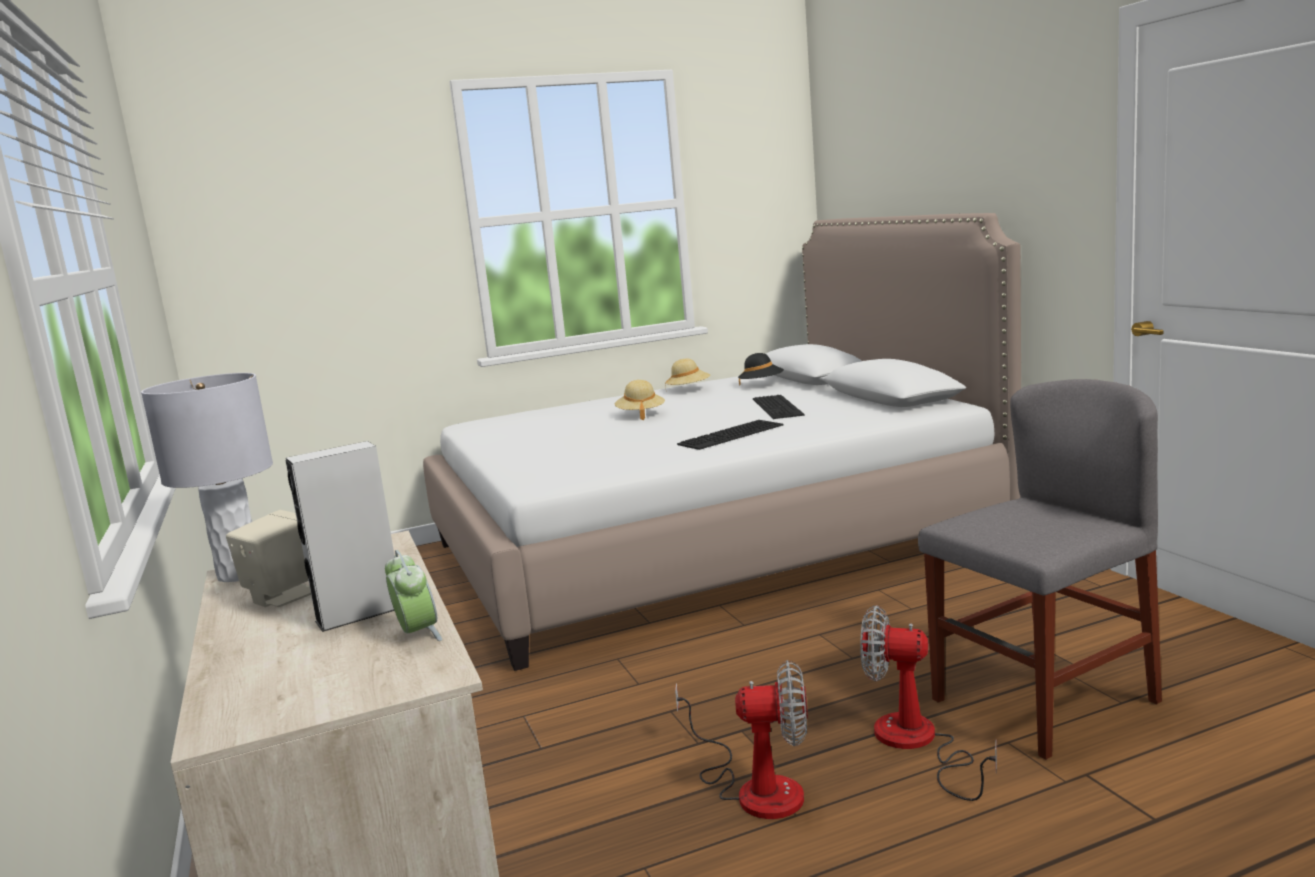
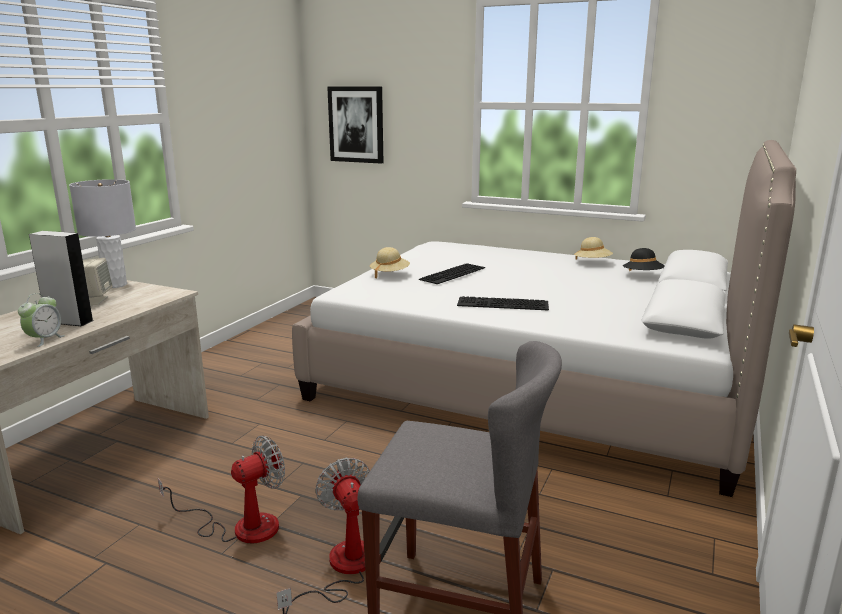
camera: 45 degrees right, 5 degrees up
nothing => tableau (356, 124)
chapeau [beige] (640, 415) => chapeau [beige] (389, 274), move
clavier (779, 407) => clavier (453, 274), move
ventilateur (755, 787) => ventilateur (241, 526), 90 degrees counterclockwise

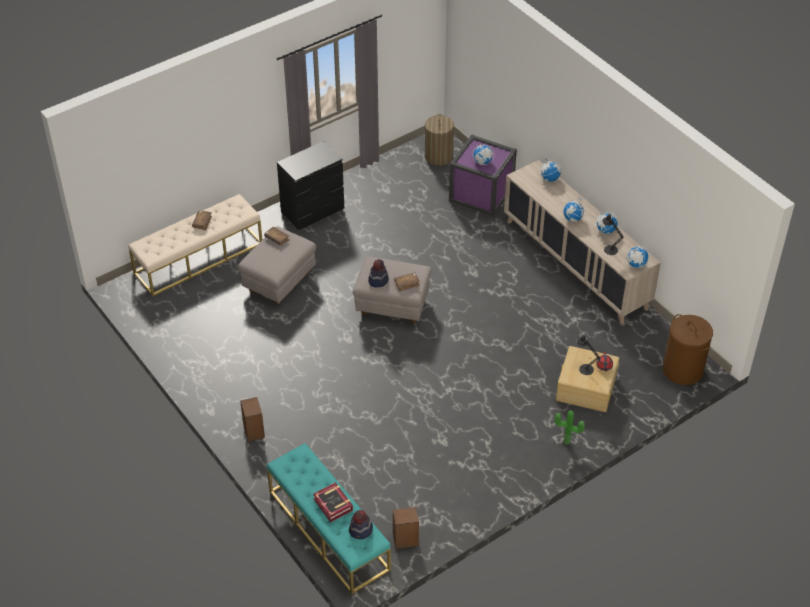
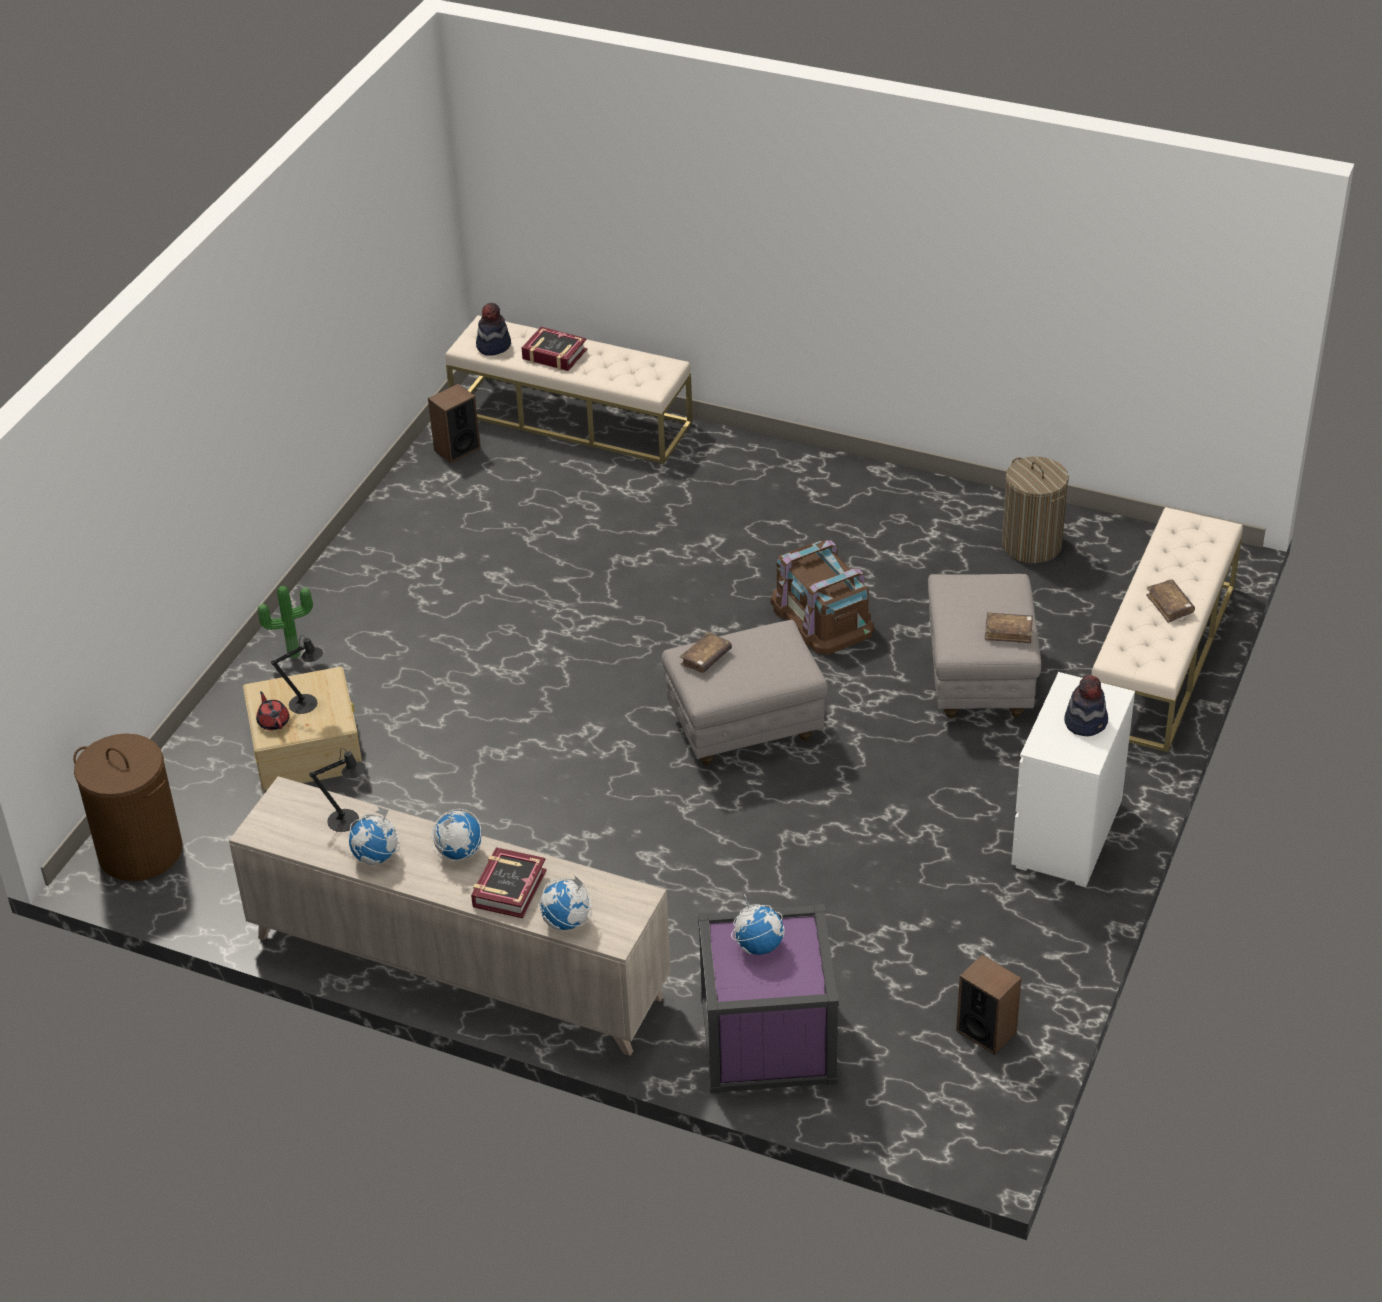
camera: 150 degrees right, 5 degrees down
globe (636, 265) => nothing
nothing => livre (508, 888)
nothing => boîte de rangement [marron] (822, 616)
enceinte (253, 431) => enceinte (986, 1031), move
chapeau (378, 280) => chapeau (1086, 722), move
panier à linge (438, 156) => panier à linge (1032, 545), move
banc [turquoise] (328, 530) => banc [beige] (572, 418)
commode [noir] (313, 210) => commode [blanc] (1066, 835)

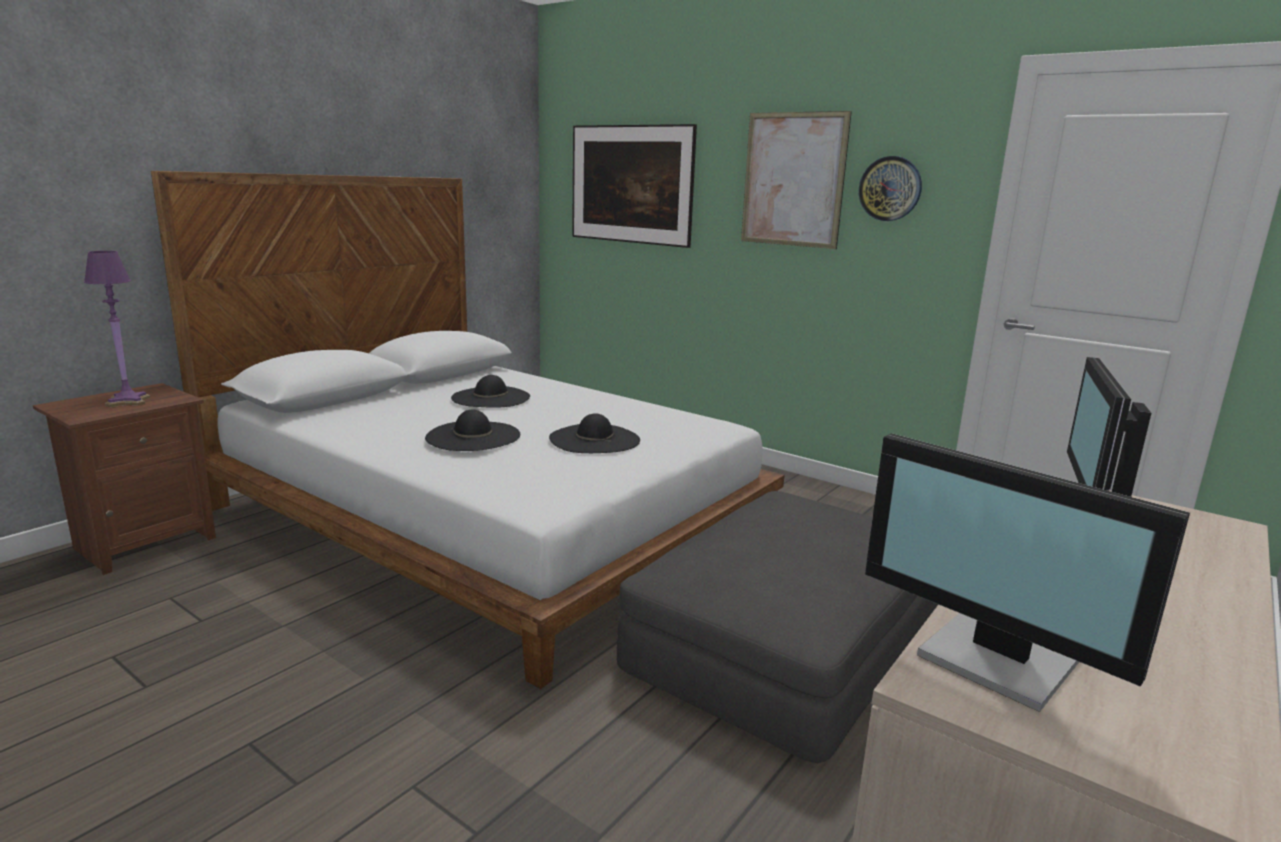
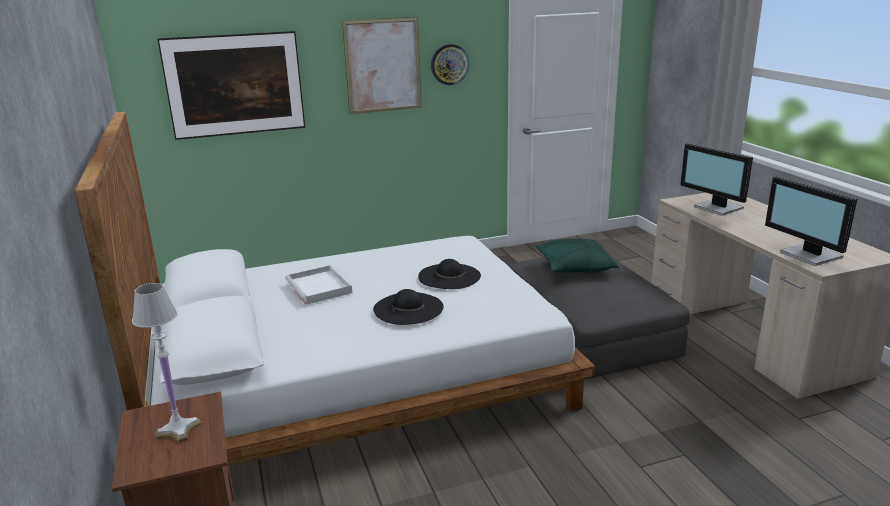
camera: 55 degrees left, 5 degrees up
nothing => coussin [vert] (574, 268)
chapeau [noir] (491, 397) => plateau [blanc] (320, 288)
lampe de table [violet] (128, 401) => lampe de table [blanc] (178, 429)
écran d'ordinateur (998, 661) => écran d'ordinateur (810, 255), 75 degrees clockwise

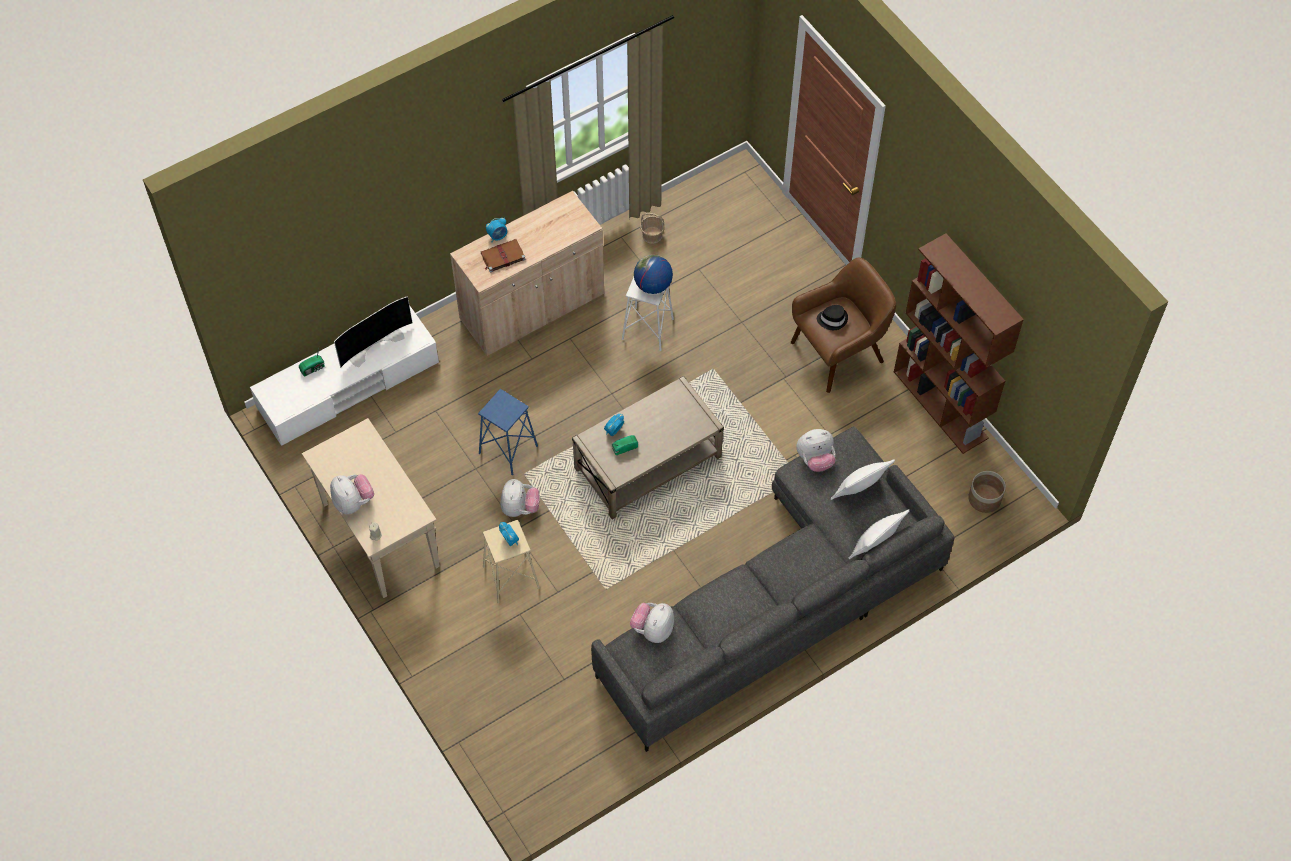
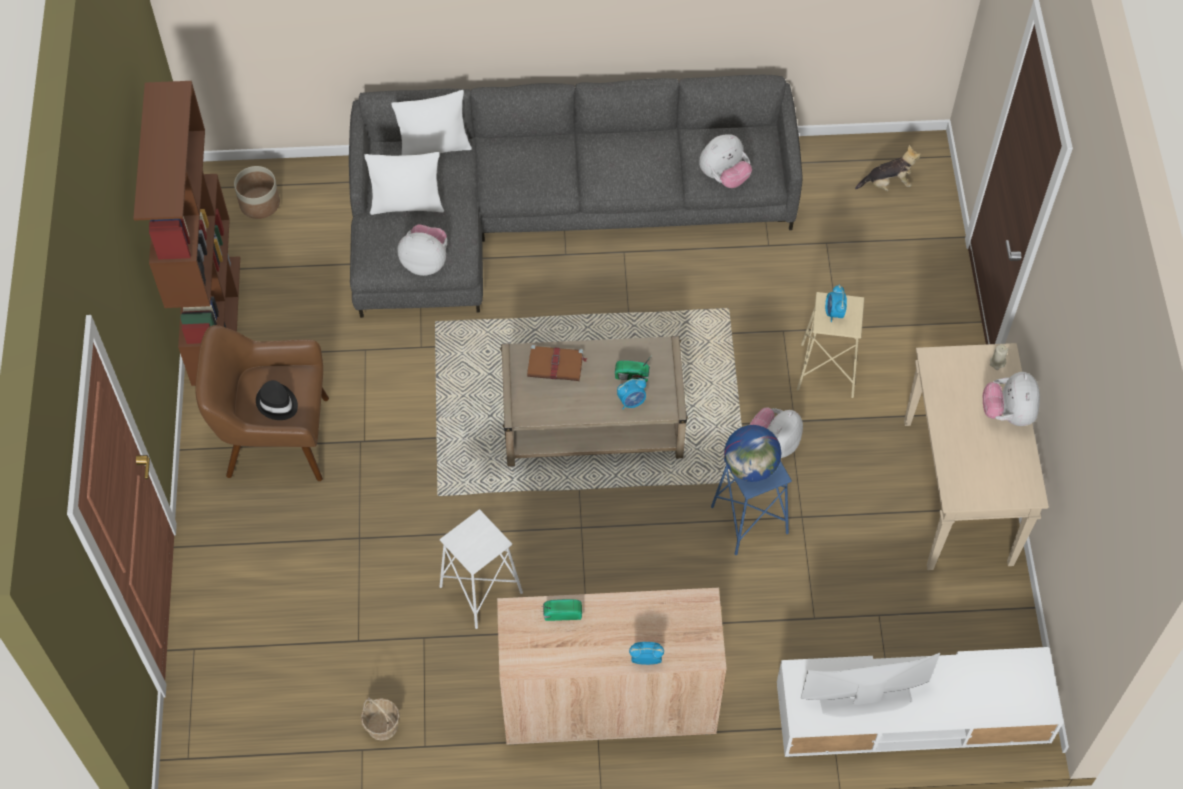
camera: 150 degrees left, 0 degrees up
nothing => peluche (887, 184)
radio (313, 368) => radio (561, 613), move
livre [marron] (502, 257) => livre [marron] (556, 365), move
globe (652, 285) => globe (751, 467), move

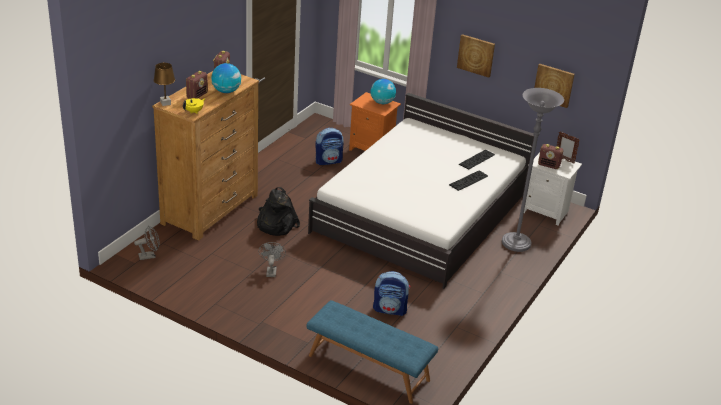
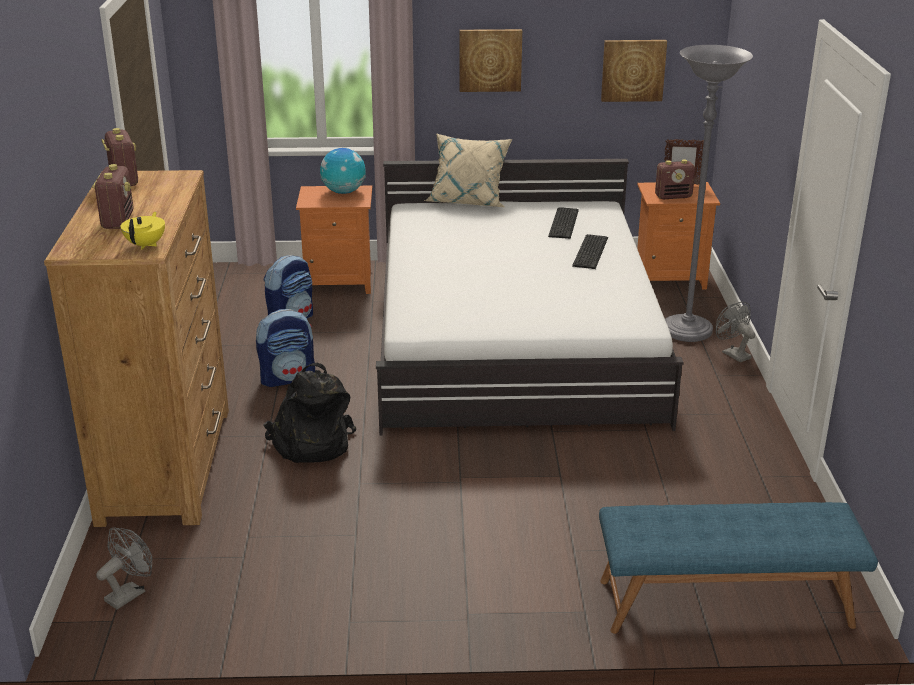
camera: 30 degrees left, 5 degrees down
lampe de table [marron] (165, 103) => nothing
globe (226, 91) => nothing
nothing => coussin [beige] (468, 200)
ventilateur [gris] (271, 270) => ventilateur [gris] (732, 354), move
sac à dos (390, 309) => sac à dos (288, 378), move
table de chevet [blanc] (546, 211) => table de chevet [orange] (669, 278)

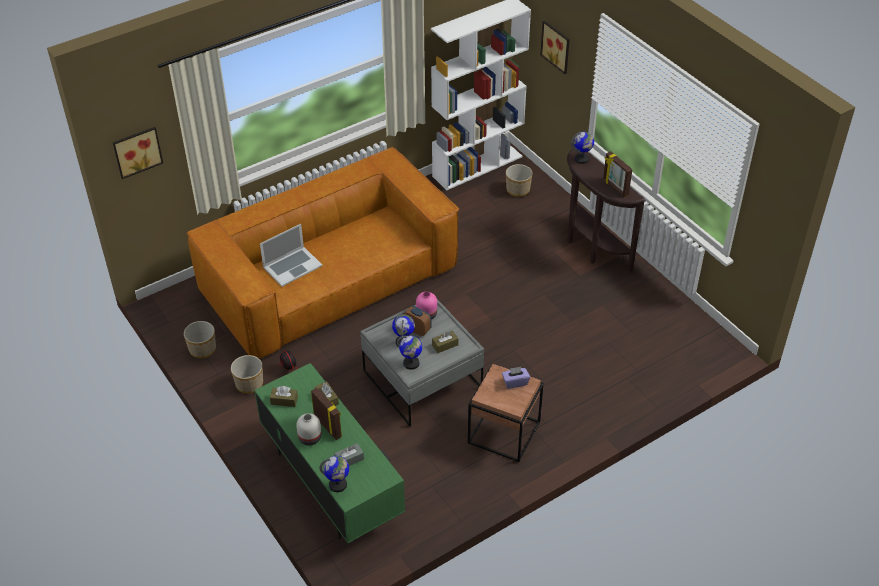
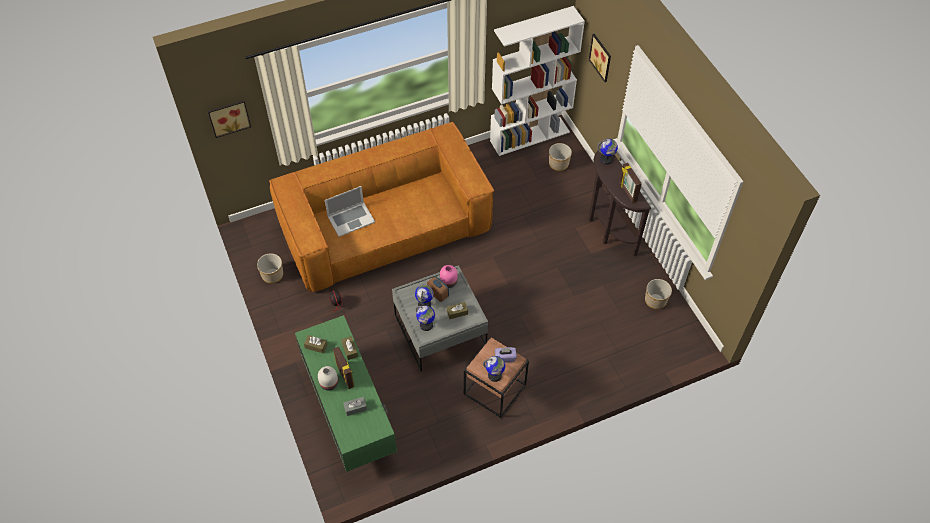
camera: 10 degrees right, 10 degrees up
cache-pot (249, 384) => cache-pot (655, 300), move
globe (338, 485) => globe (495, 375), move

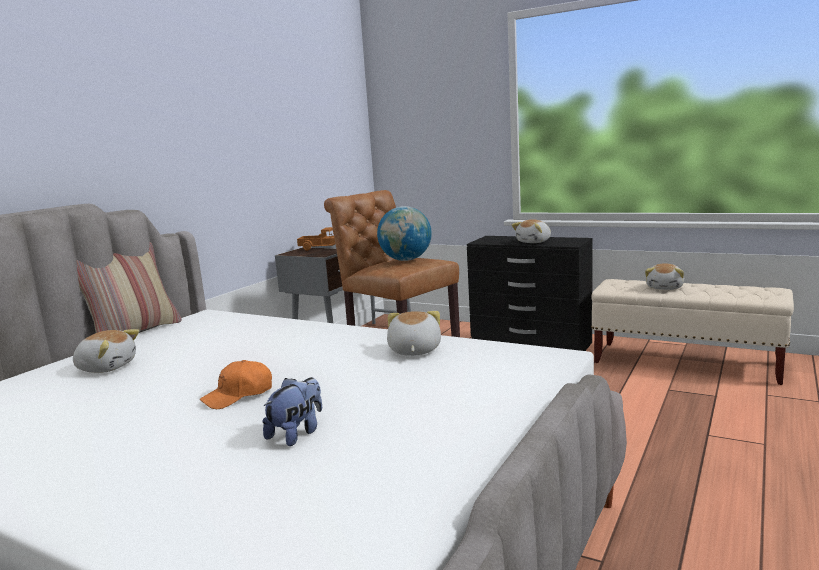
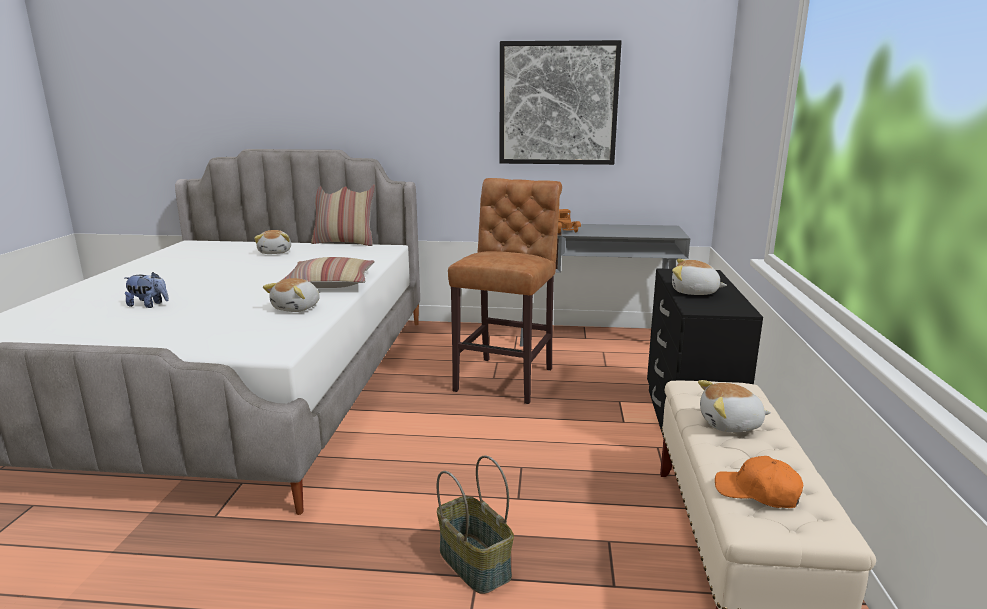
camera: 65 degrees right, 5 degrees up
globe (406, 260) => nothing
nothing => coussin (330, 283)
nothing => panier (476, 563)
nothing => tableau (558, 104)
casquette [orange] (238, 395) => casquette [orange] (757, 493), move
peluche (413, 351) => peluche (297, 308), 135 degrees clockwise

